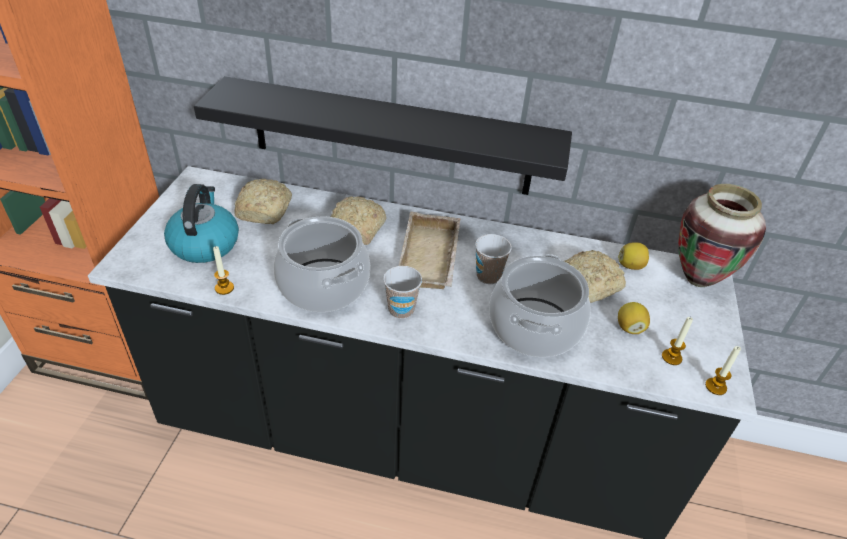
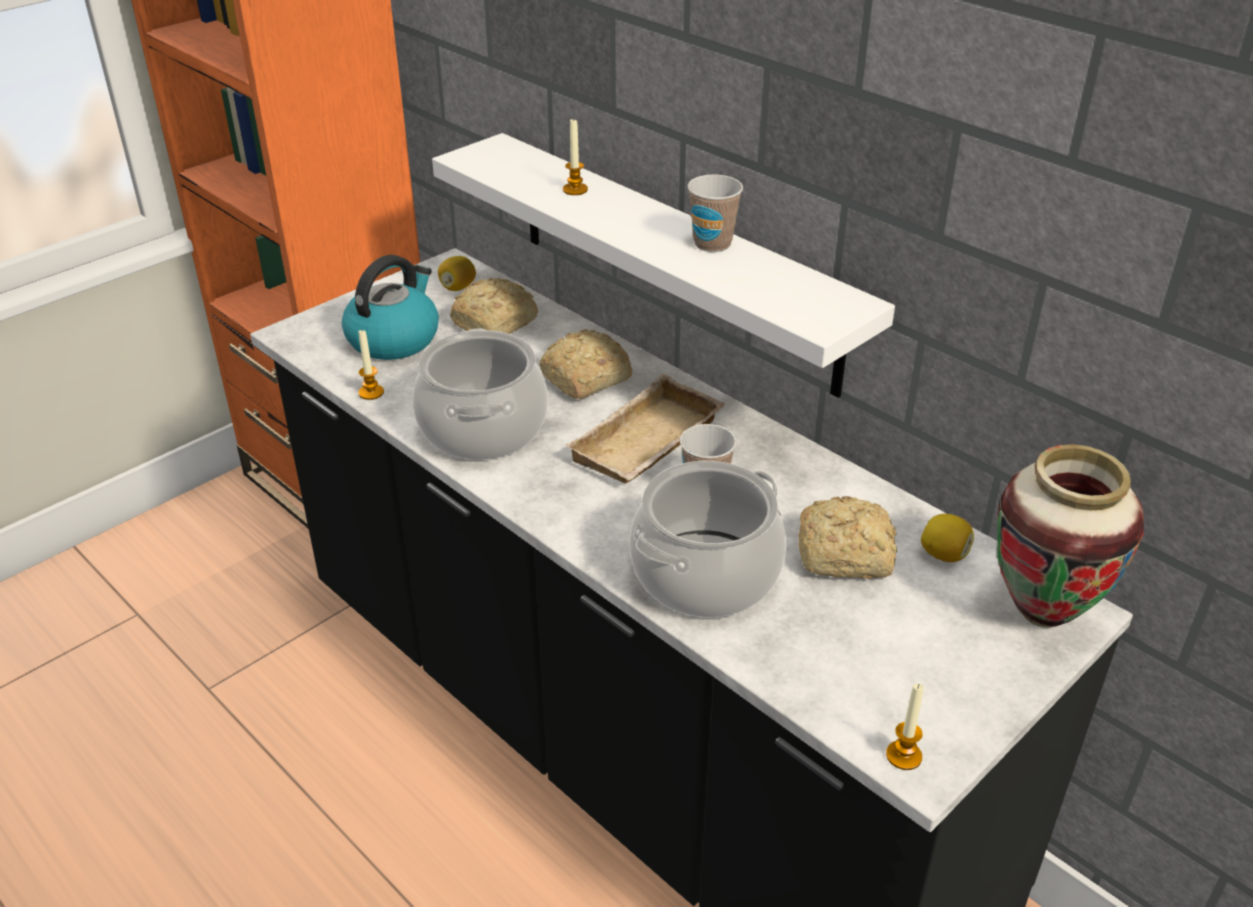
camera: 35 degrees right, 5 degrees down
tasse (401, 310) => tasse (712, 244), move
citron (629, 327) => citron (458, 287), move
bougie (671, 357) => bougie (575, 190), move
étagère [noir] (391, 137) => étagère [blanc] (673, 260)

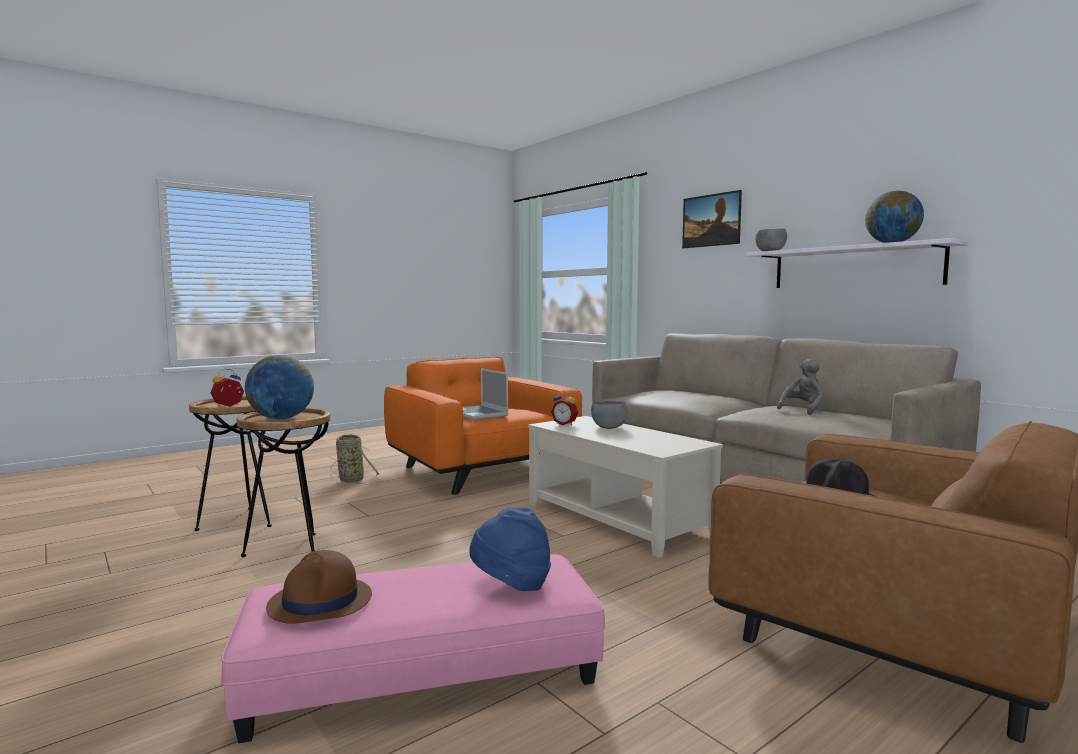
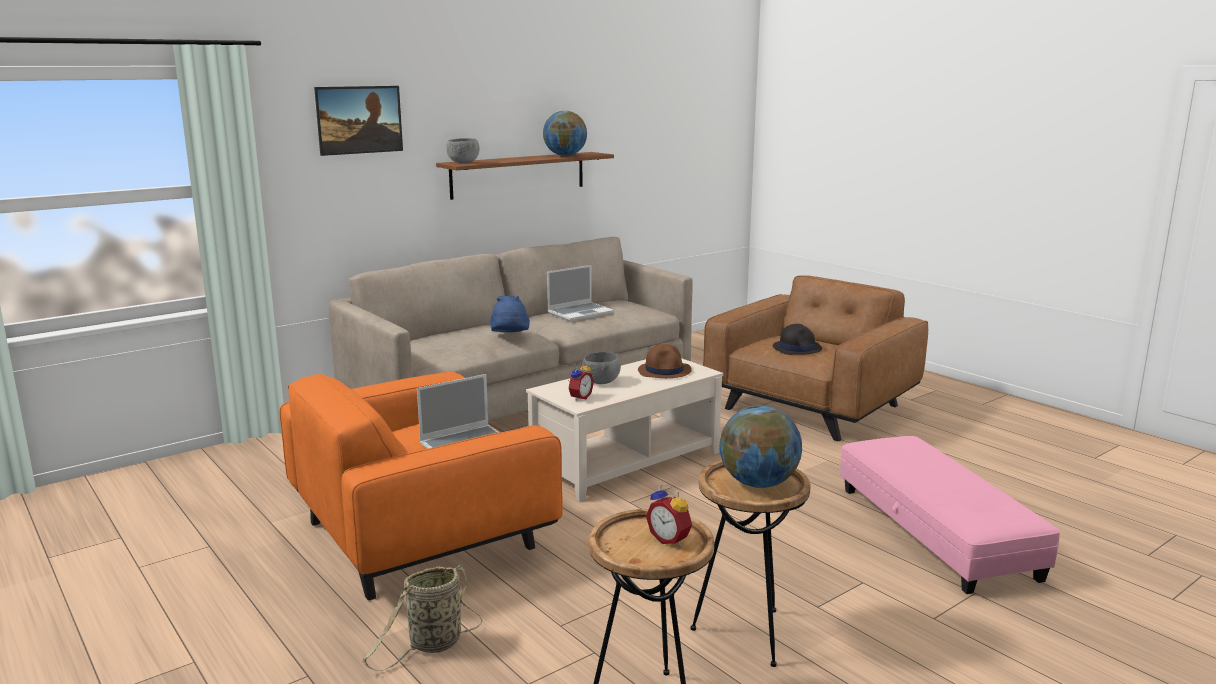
camera: 90 degrees left, 10 degrees up
chapeau [marron] (320, 602) => chapeau [marron] (664, 371), move
chapeau [bleu] (511, 585) => chapeau [bleu] (510, 336), move
peluche [gris] (803, 410) => ordinateur portable (580, 313)
étagère [blanc] (854, 267) => étagère [marron] (518, 174)

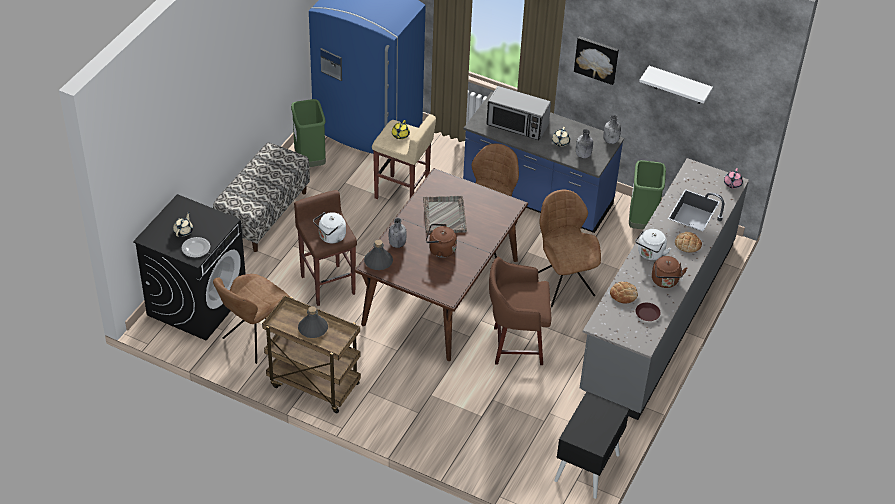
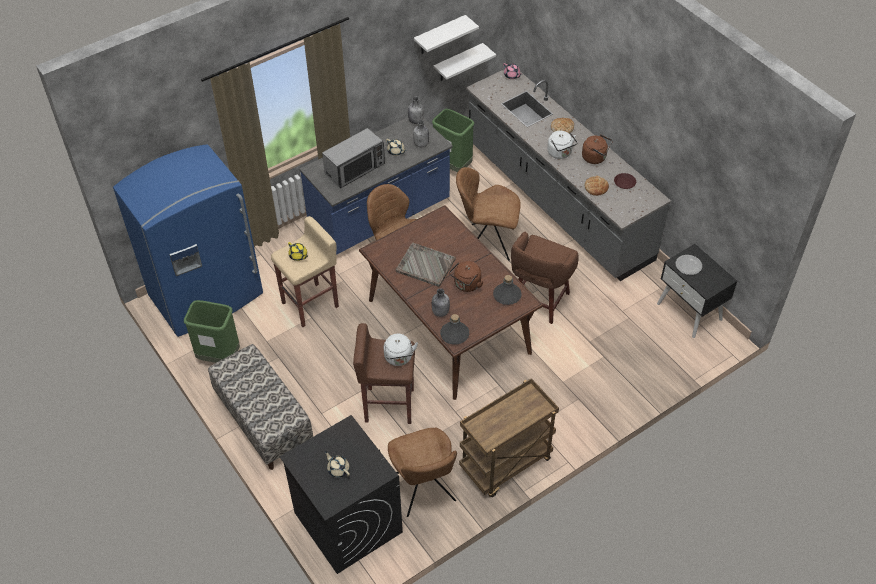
camera: 60 degrees left, 5 degrees up
tableau (596, 59) => nothing
nothing => étagère [blanc] (458, 63)
assiette (196, 248) => assiette (688, 265), move
bouteille [gris] (313, 328) => bouteille [gris] (506, 295), move

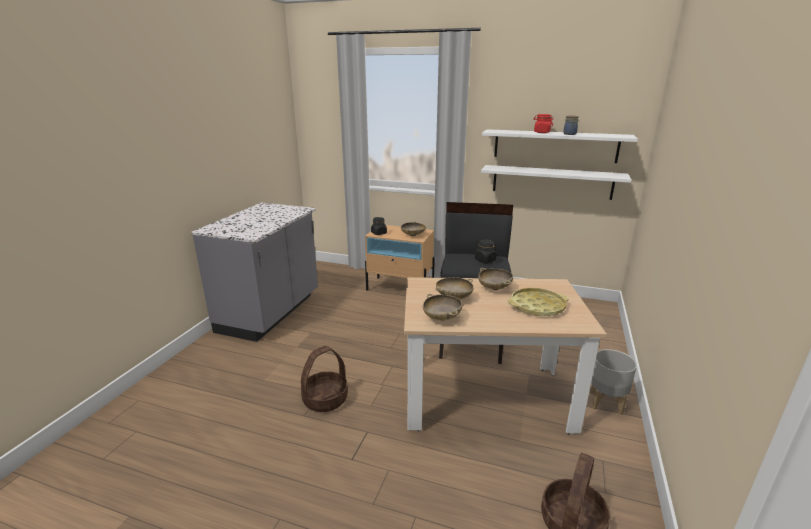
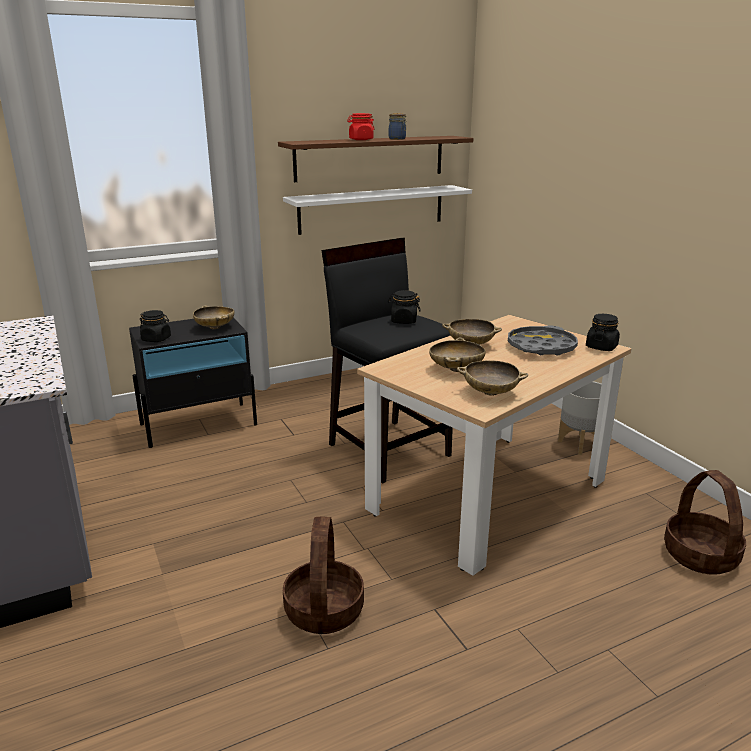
camera: 45 degrees left, 0 degrees up
nothing => bocal [noir] (601, 347)
table de chevet [beige] (400, 288) => table de chevet [noir] (199, 424)
étagère [blanc] (555, 145) => étagère [marron] (370, 158)
plateau [jaune] (537, 306) => plateau [gris] (541, 347)

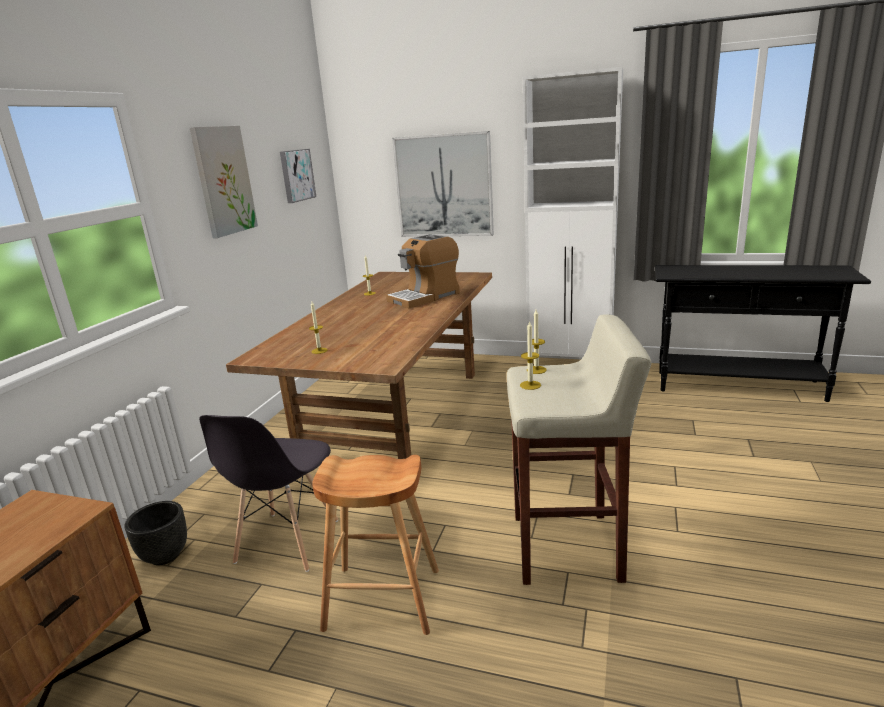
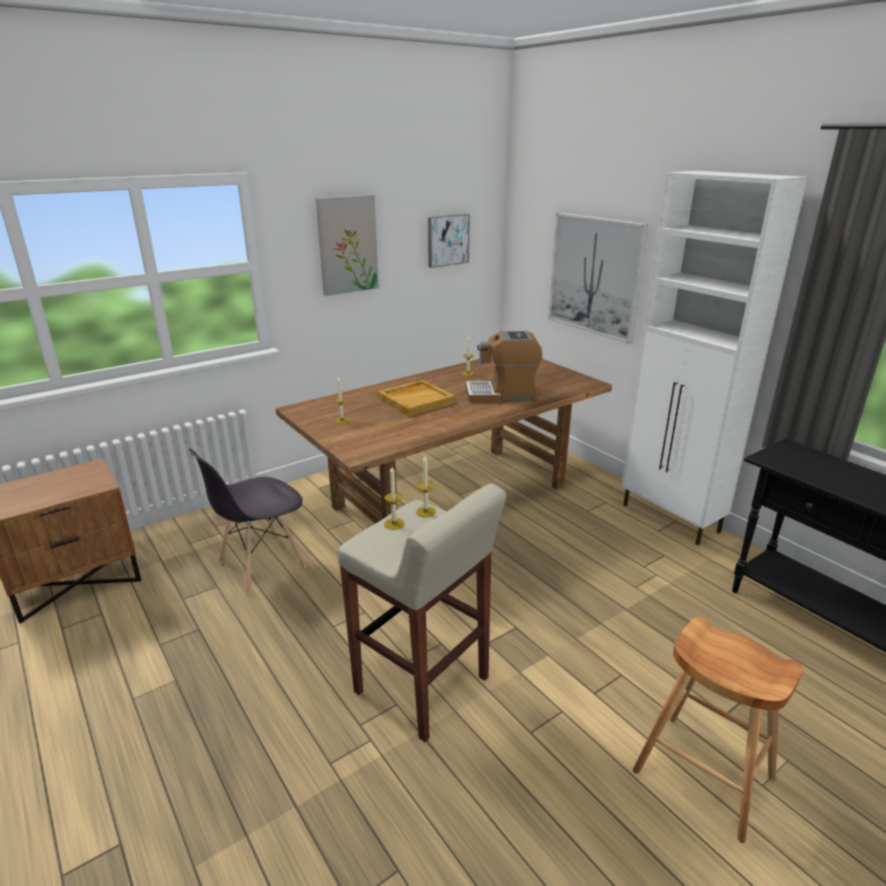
camera: 35 degrees right, 5 degrees up
cache-pot [noir] (164, 556) => nothing
nothing => plateau [beige] (416, 400)
tabouret [marron] (383, 599) => tabouret [marron] (704, 775), move

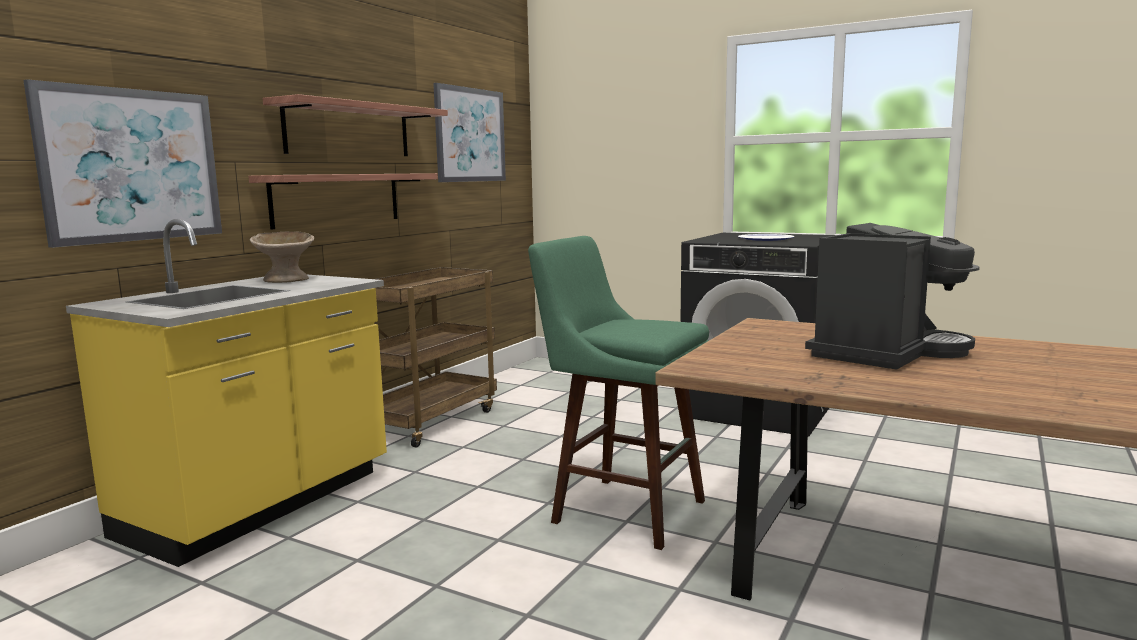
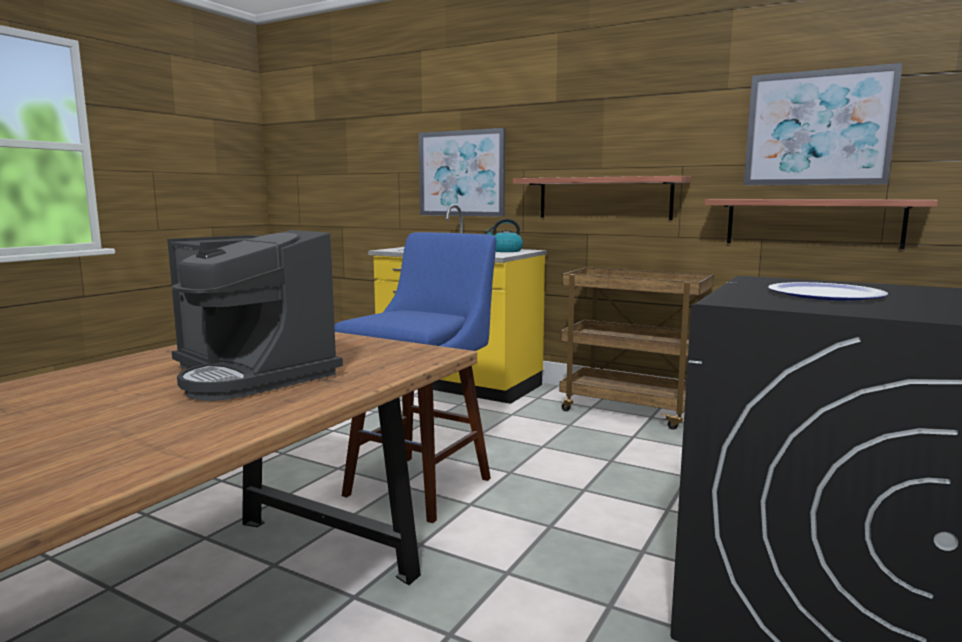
camera: 90 degrees right, 0 degrees up
étagère (349, 130) => étagère (812, 222), move
bol [beige] (286, 280) => bouilloire (505, 251)
tabouret [vert] (622, 509) => tabouret [bleu] (423, 484)

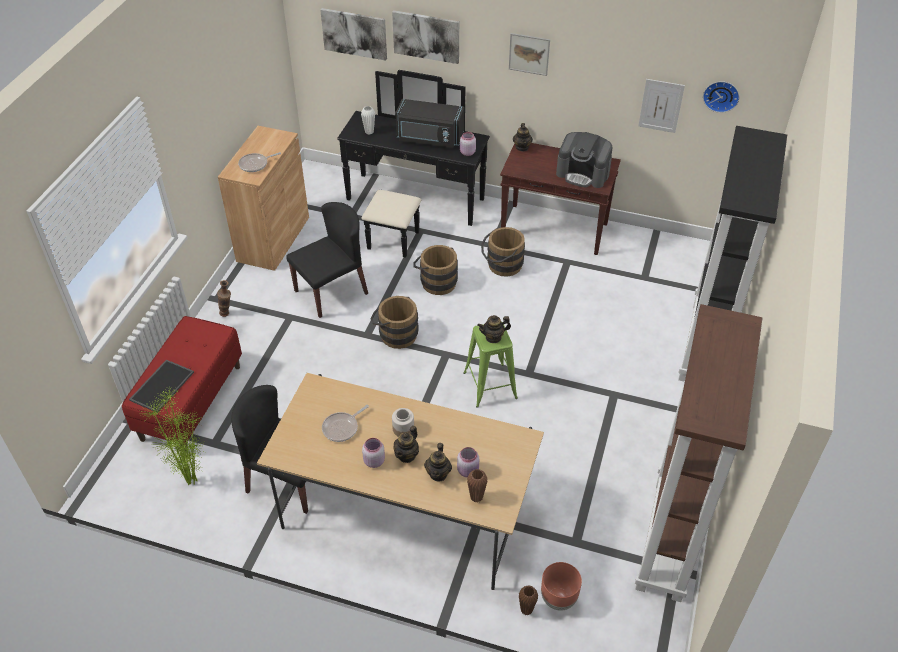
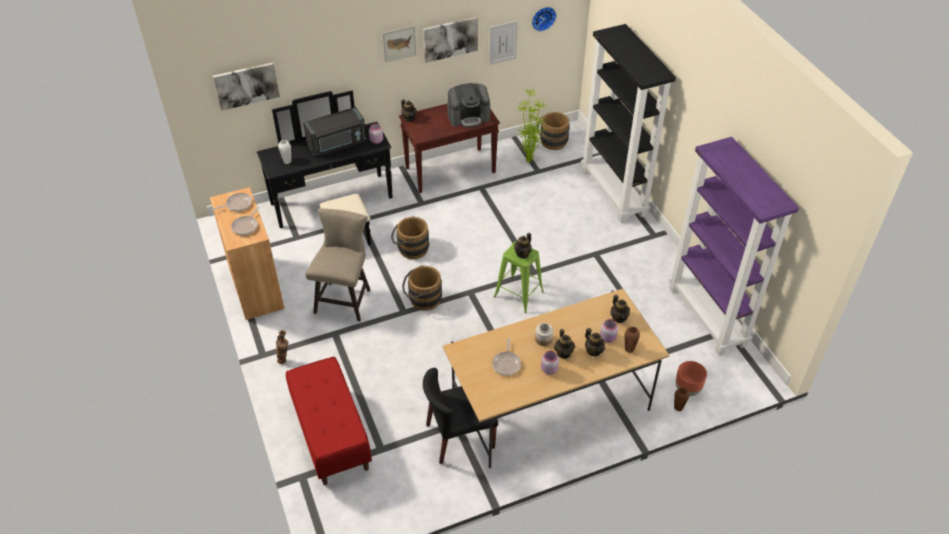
camera: 40 degrees left, 0 degrees up
plateau (161, 385) => nothing
nothing => poêle (237, 204)
nothing => théière (619, 318)
plante en pot (191, 480) => plante en pot (528, 160), move
tableau (426, 36) => tableau (450, 38), move
seau [marron] (501, 266) => seau [marron] (552, 143), move
chaise [noir] (331, 291) => tabouret [beige] (345, 298)
bibliothèque [marron] (669, 539) => bibliothèque [violet] (708, 316)

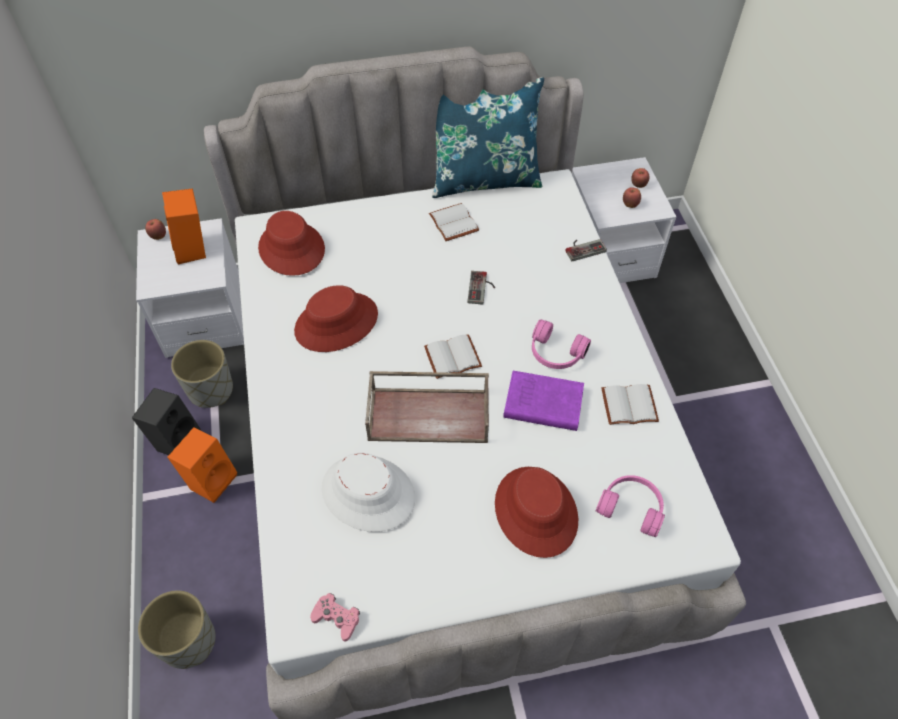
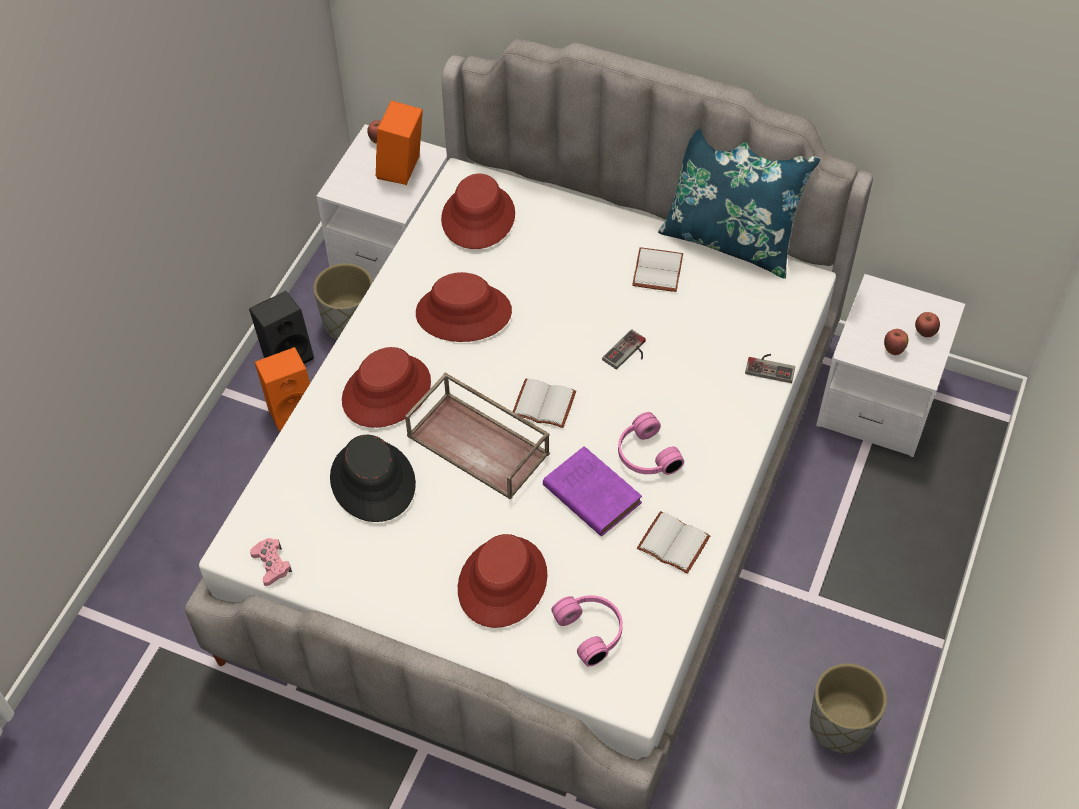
camera: 35 degrees right, 0 degrees up
nothing => chapeau [rouge] (386, 391)
cache-pot [gris] (188, 642) => cache-pot [gris] (839, 725), move
chapeau [blanc] (368, 493) => chapeau [noir] (372, 481)

